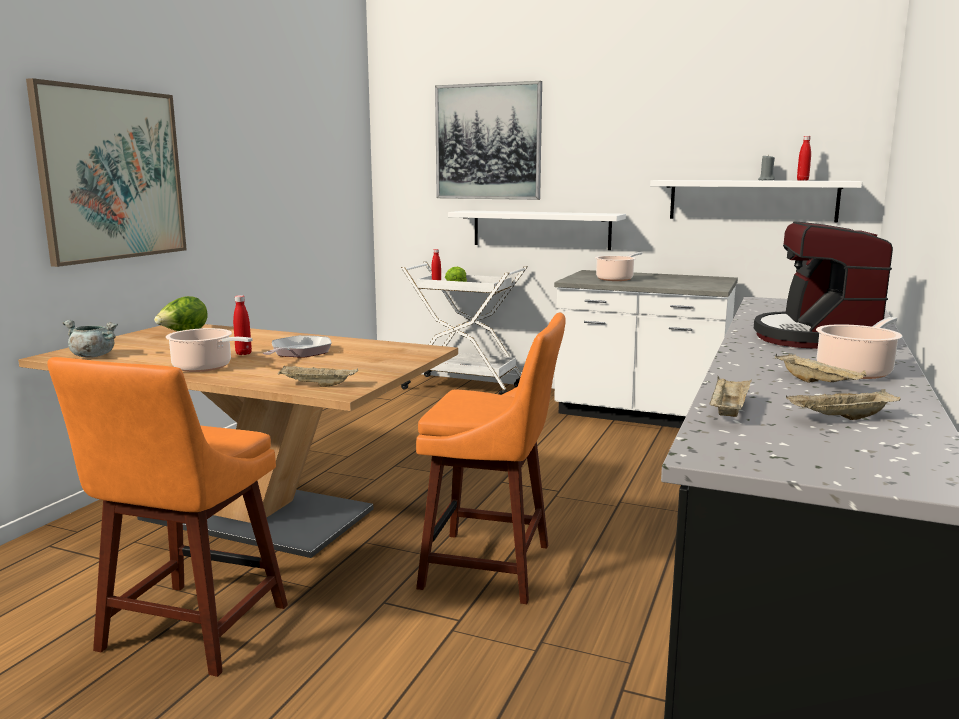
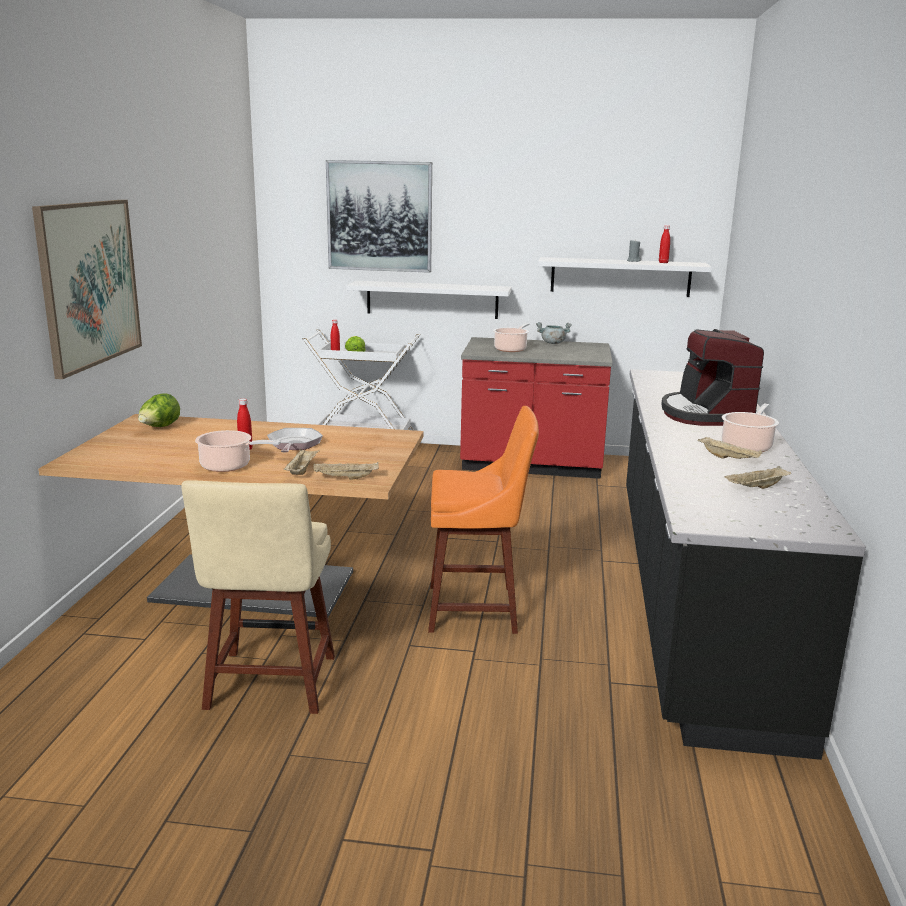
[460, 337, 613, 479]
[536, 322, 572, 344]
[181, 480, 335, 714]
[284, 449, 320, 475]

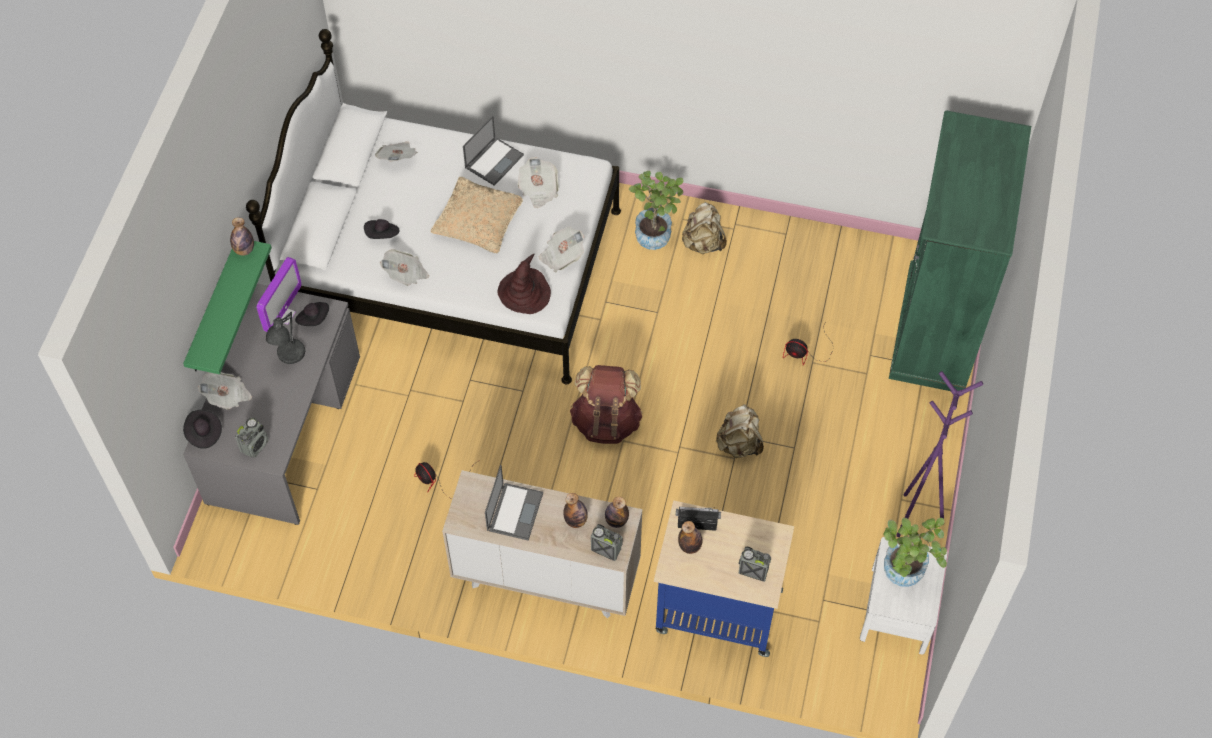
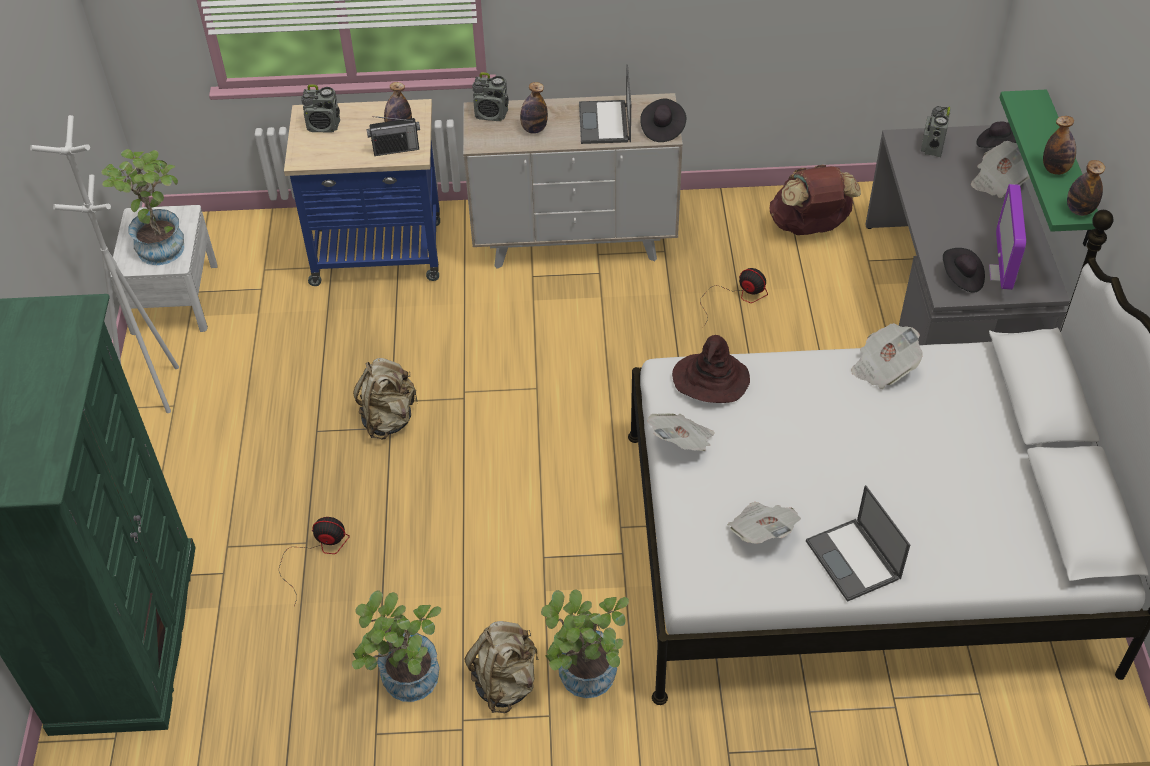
[806, 485, 910, 602]
[375, 141, 418, 162] (first image)
[431, 177, 523, 254] (first image)
[640, 99, 686, 142]
[266, 312, 305, 364] (first image)
[769, 164, 861, 235]
[30, 115, 179, 413]
[1043, 116, 1076, 175]
[352, 591, 441, 702]

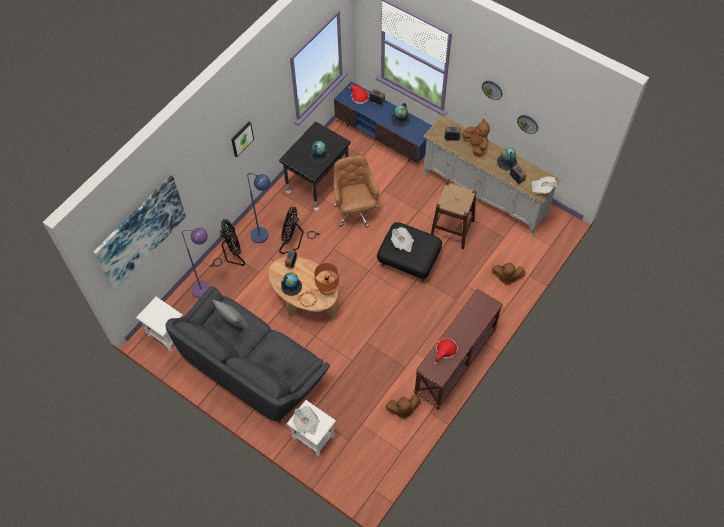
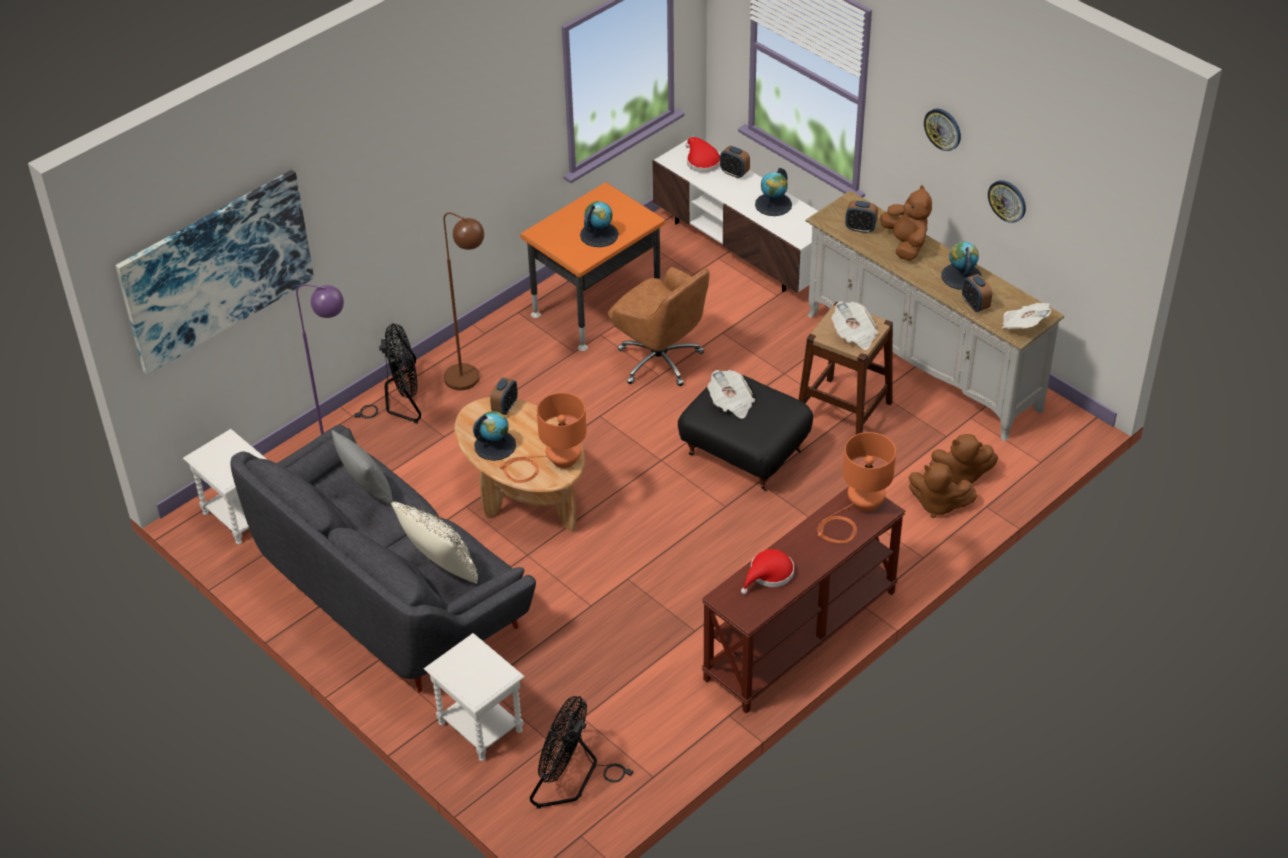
[652, 140, 818, 293]
[231, 122, 254, 157] (first image)
[520, 182, 665, 351]
[608, 267, 709, 386]
[443, 212, 484, 390]
[530, 696, 634, 809]
[930, 434, 998, 485]
[832, 301, 878, 350]
[817, 432, 896, 543]
[391, 502, 478, 583]

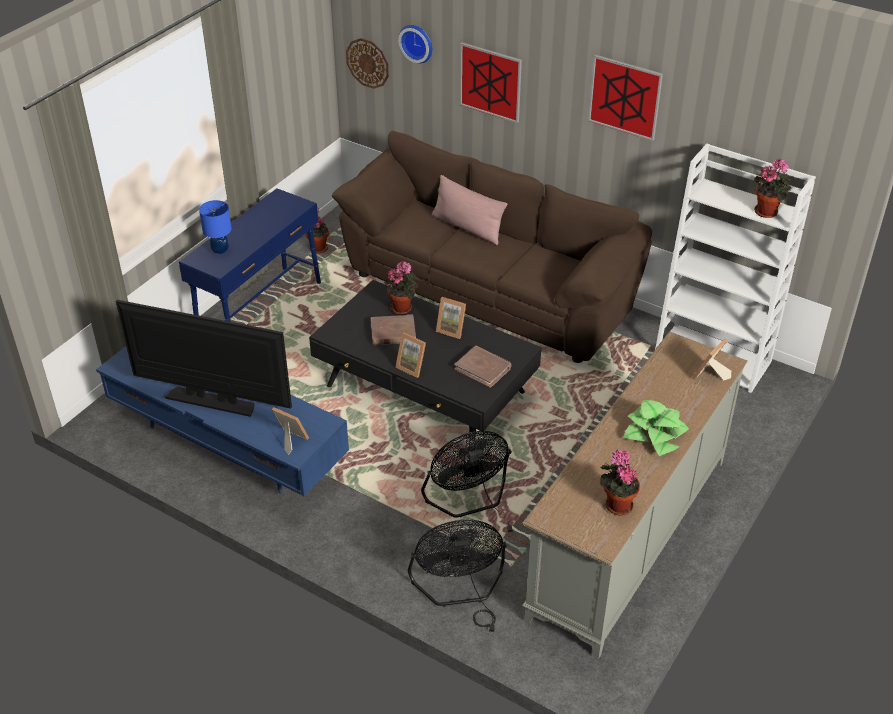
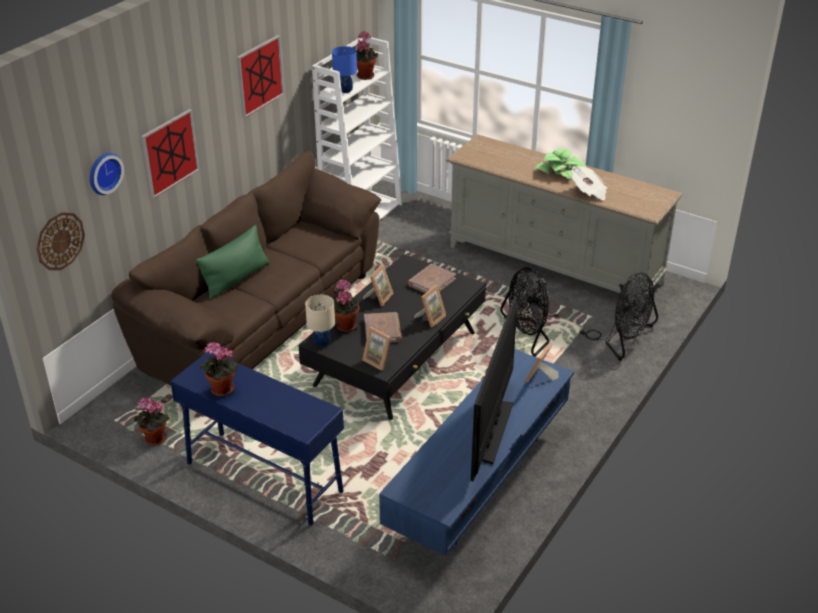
[196, 225, 270, 300]
[332, 46, 357, 93]
[362, 327, 391, 371]
[200, 342, 239, 396]
[580, 273, 658, 361]
[572, 166, 607, 200]
[305, 295, 335, 346]

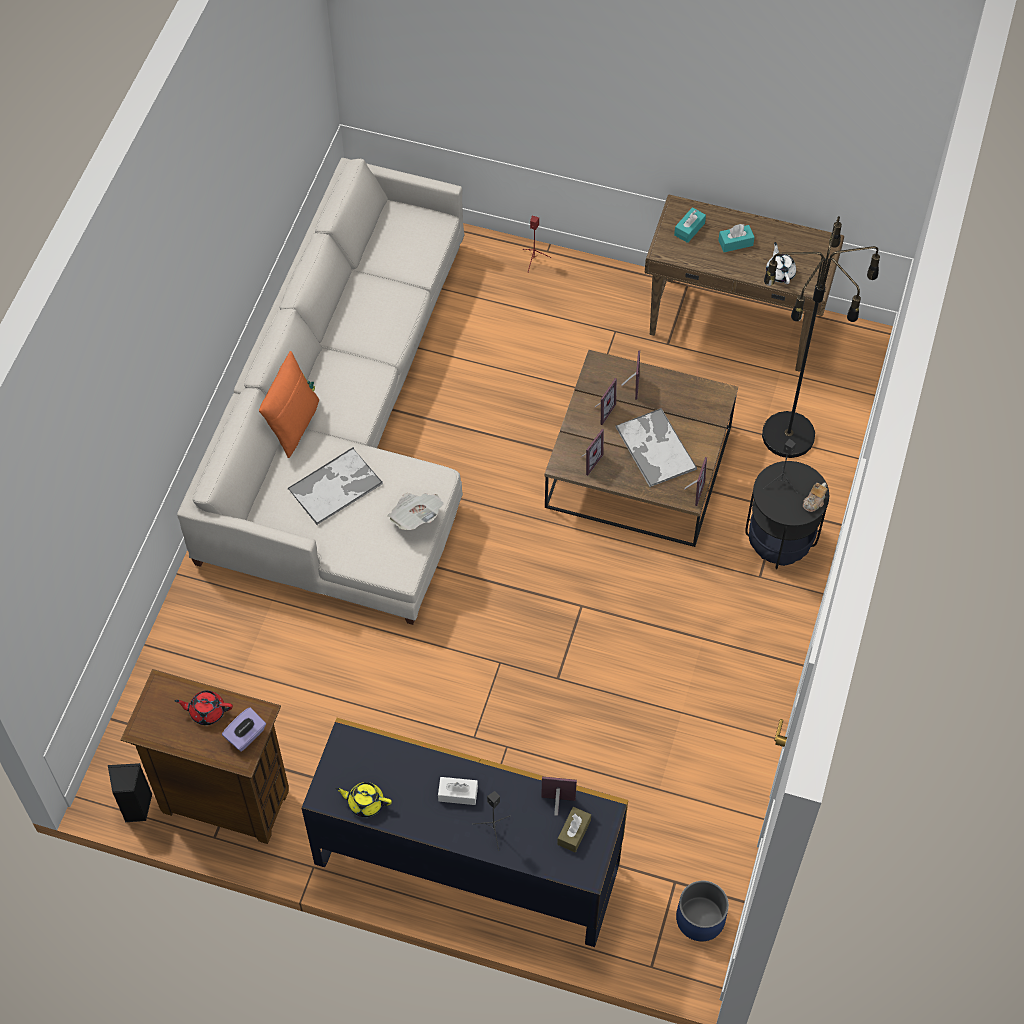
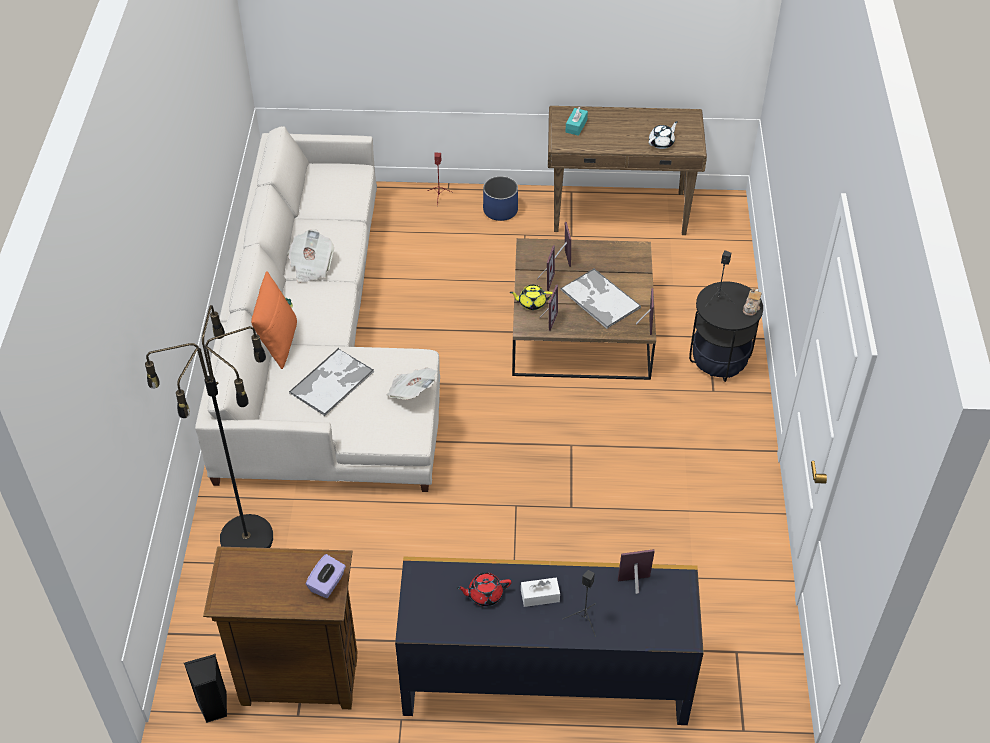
[145, 305, 273, 548]
[718, 224, 755, 252] (first image)
[649, 121, 678, 149]
[456, 572, 511, 606]
[510, 285, 553, 310]
[557, 807, 591, 852] (first image)
[483, 176, 518, 221]
[288, 229, 334, 283]

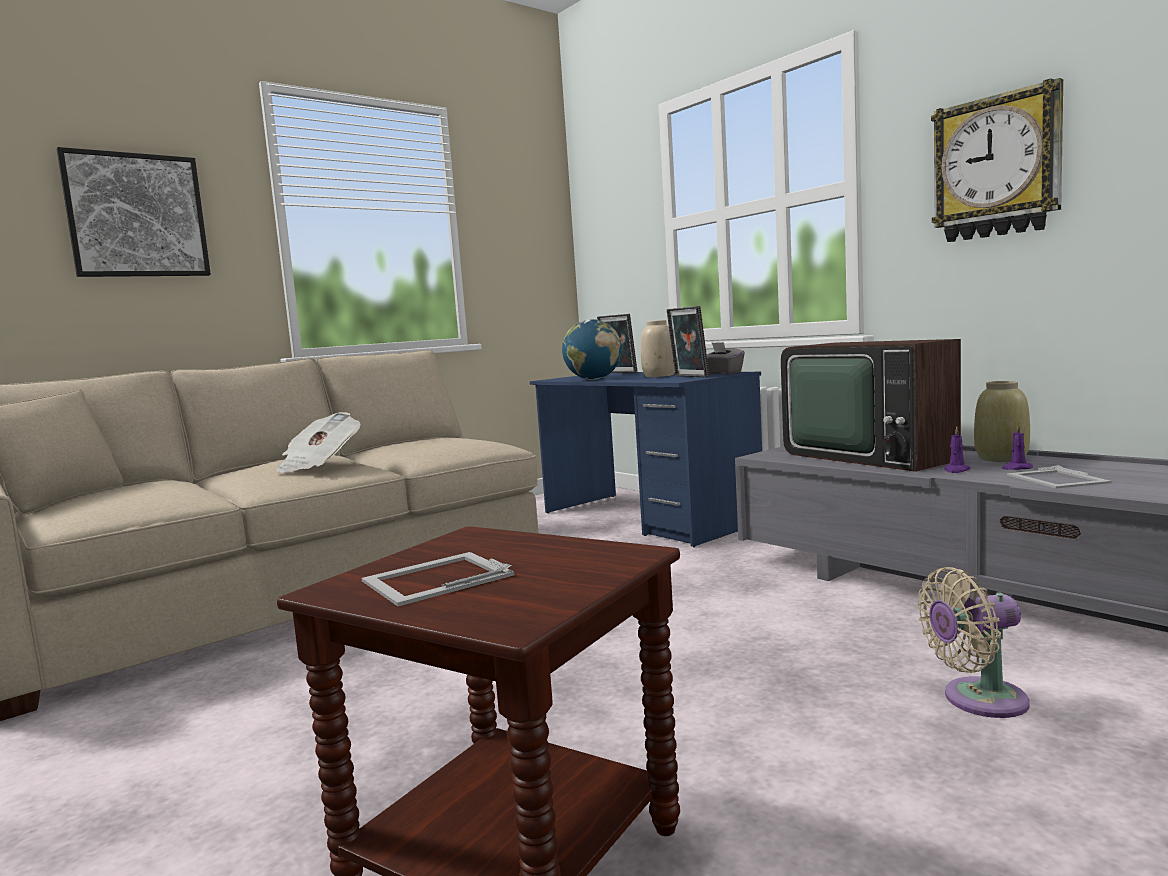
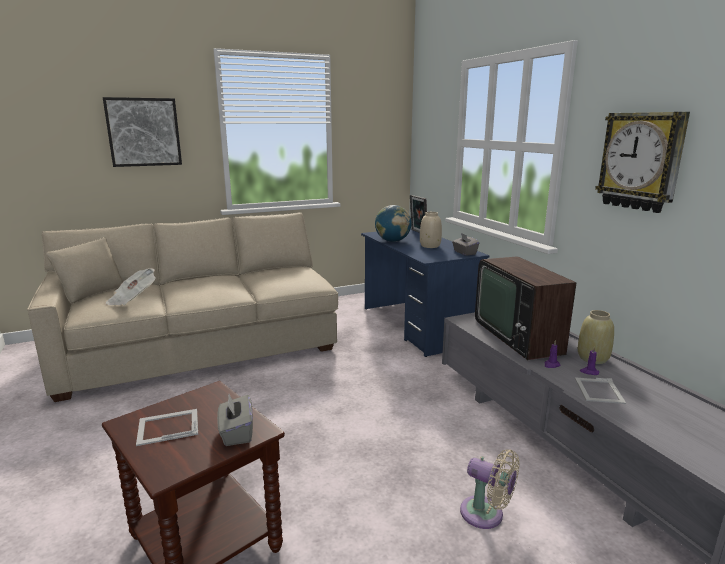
[667, 306, 709, 377] (first image)
[106, 268, 156, 306]
[460, 449, 520, 529]
[217, 394, 253, 446]

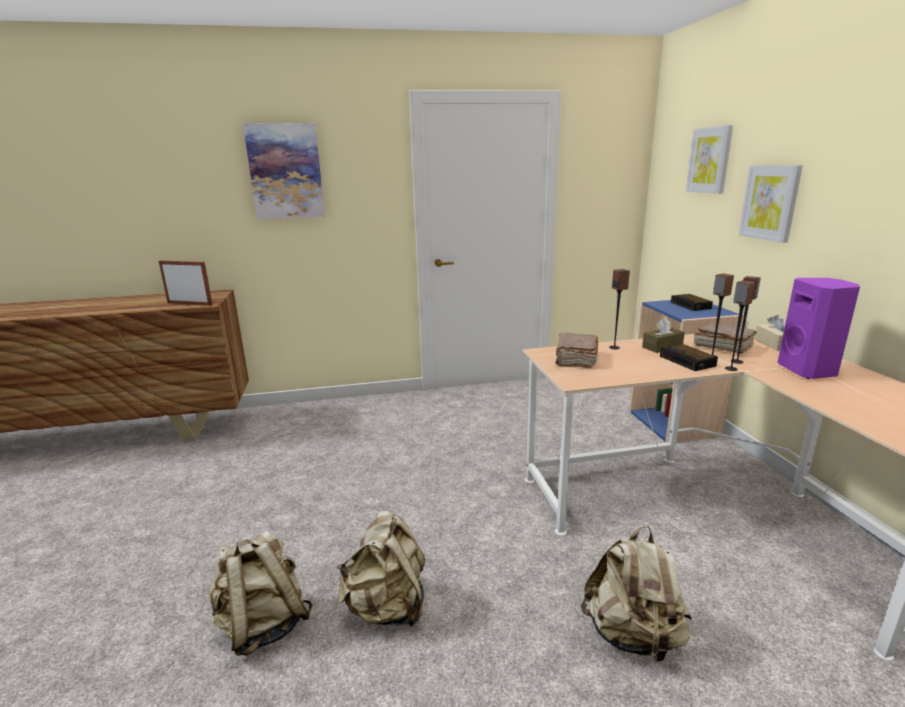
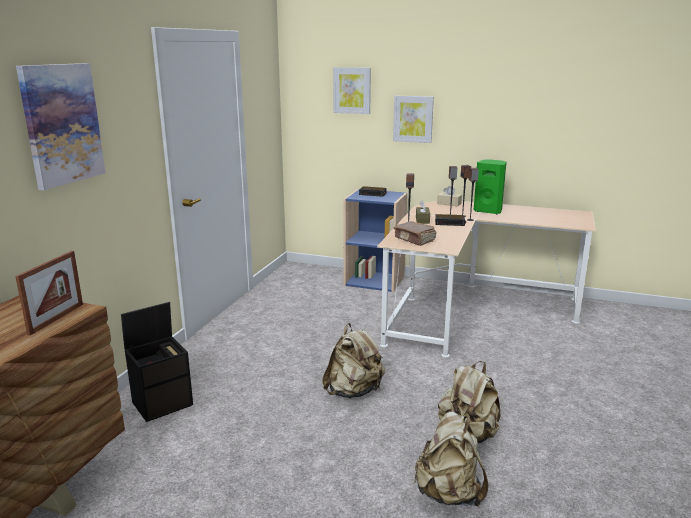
[15, 251, 83, 335]
[474, 160, 506, 214]
[694, 322, 757, 354] (first image)
[322, 323, 385, 398]
[121, 302, 193, 422]

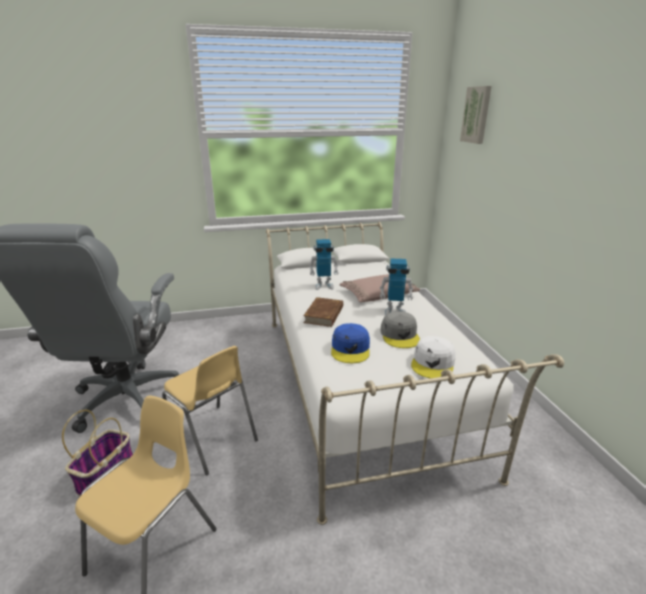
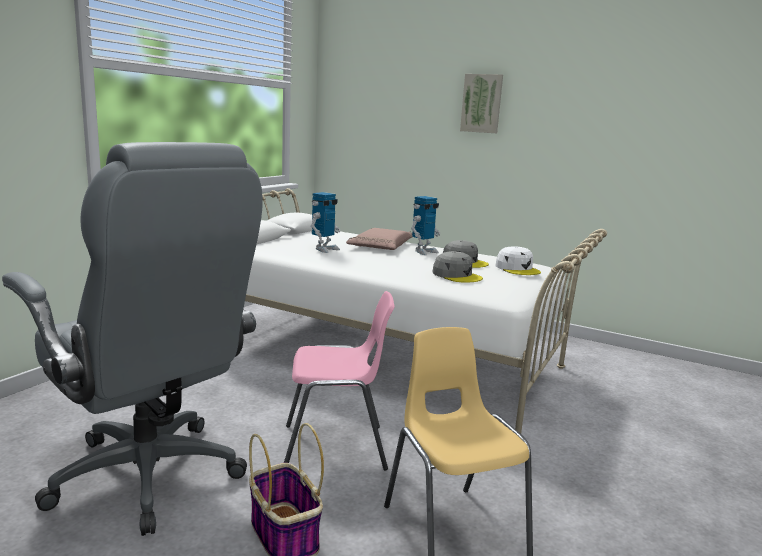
[460, 74, 503, 133]
[304, 297, 343, 327] (first image)
[432, 251, 483, 283]
[284, 291, 395, 470]

